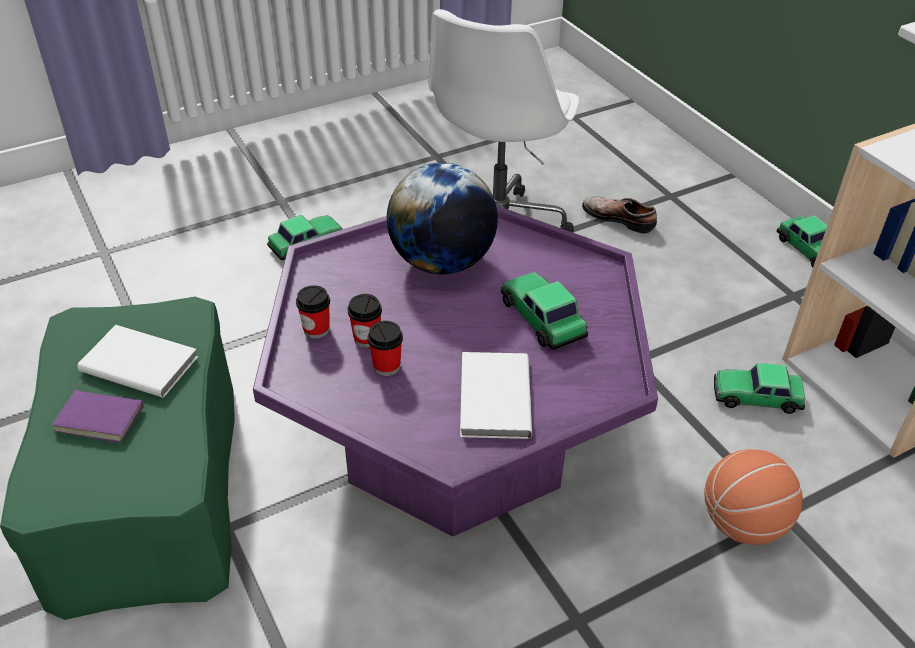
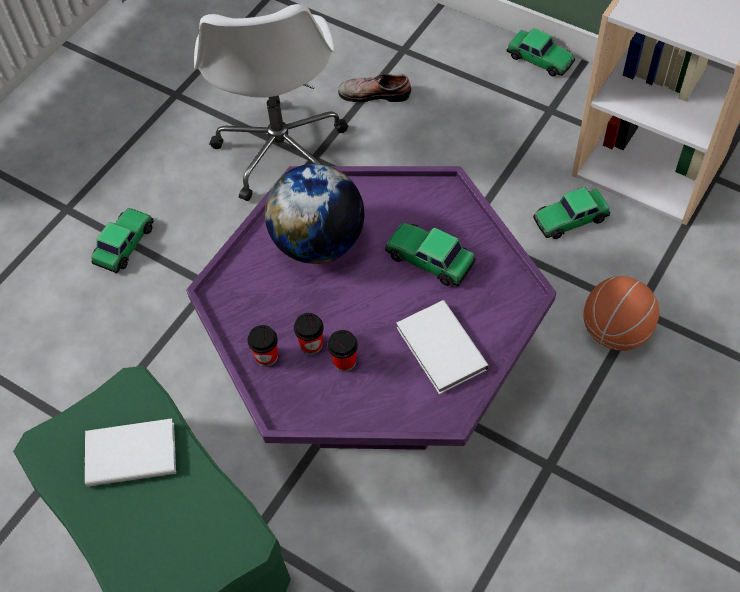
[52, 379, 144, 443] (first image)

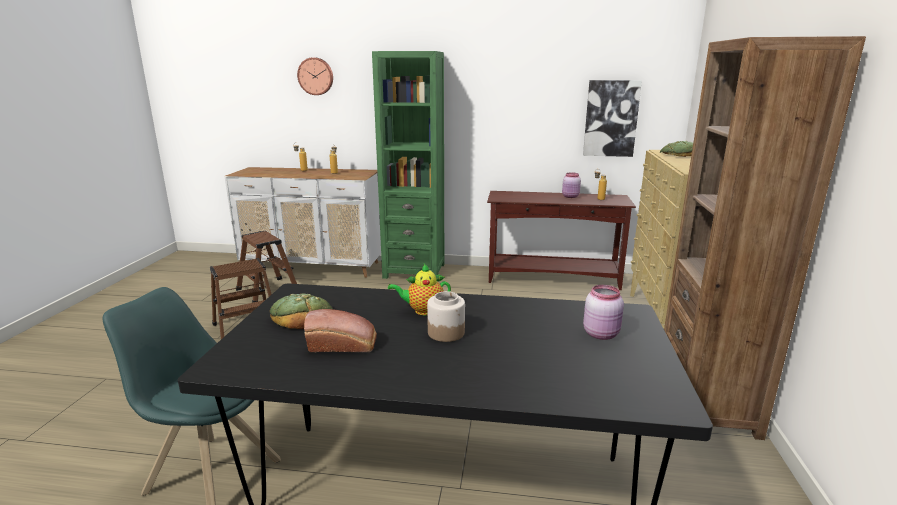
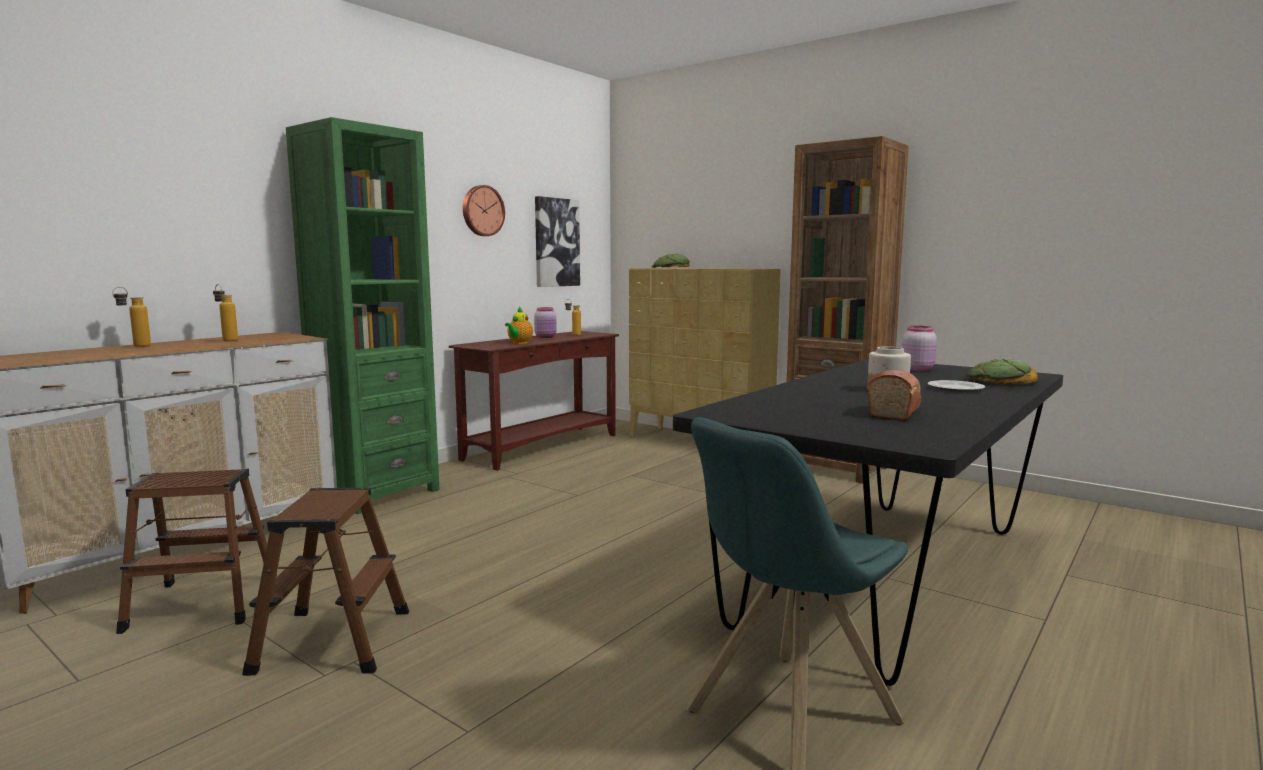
[463, 185, 505, 236]
[505, 307, 533, 344]
[966, 358, 1038, 385]
[928, 380, 985, 392]

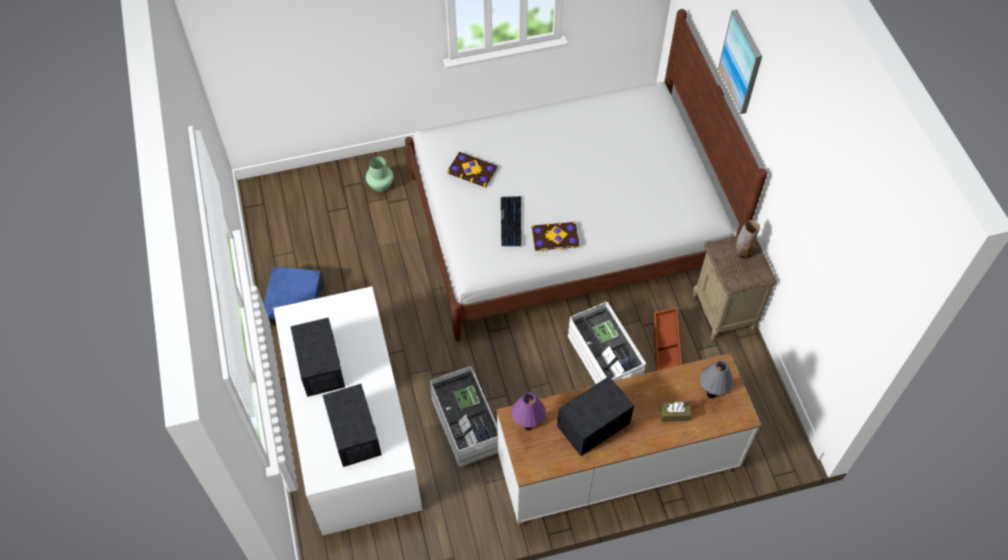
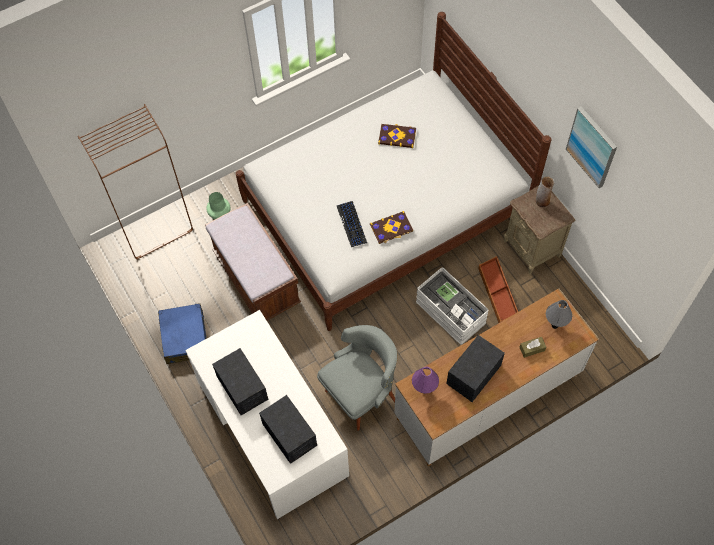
[566, 107, 617, 188]
[378, 124, 416, 148]
[317, 325, 397, 431]
[78, 104, 193, 259]
[205, 203, 301, 320]

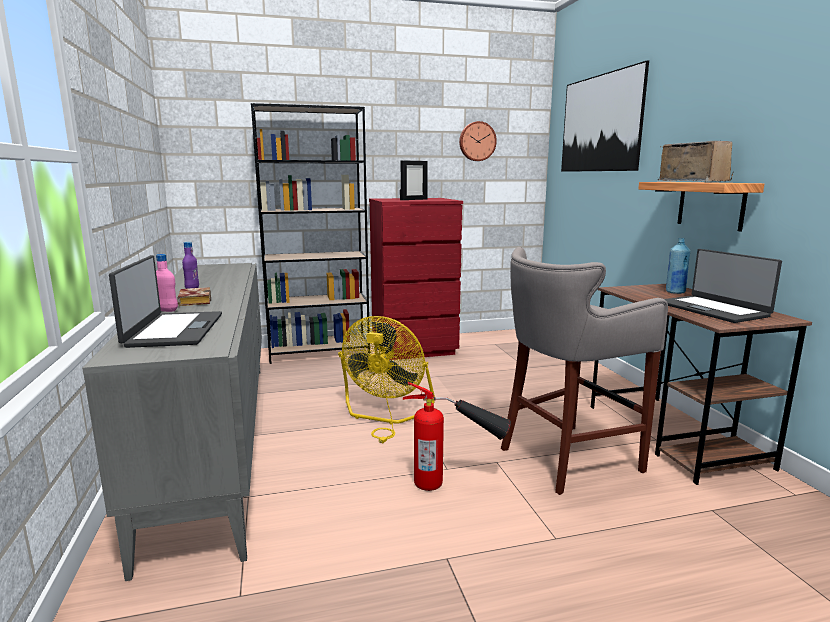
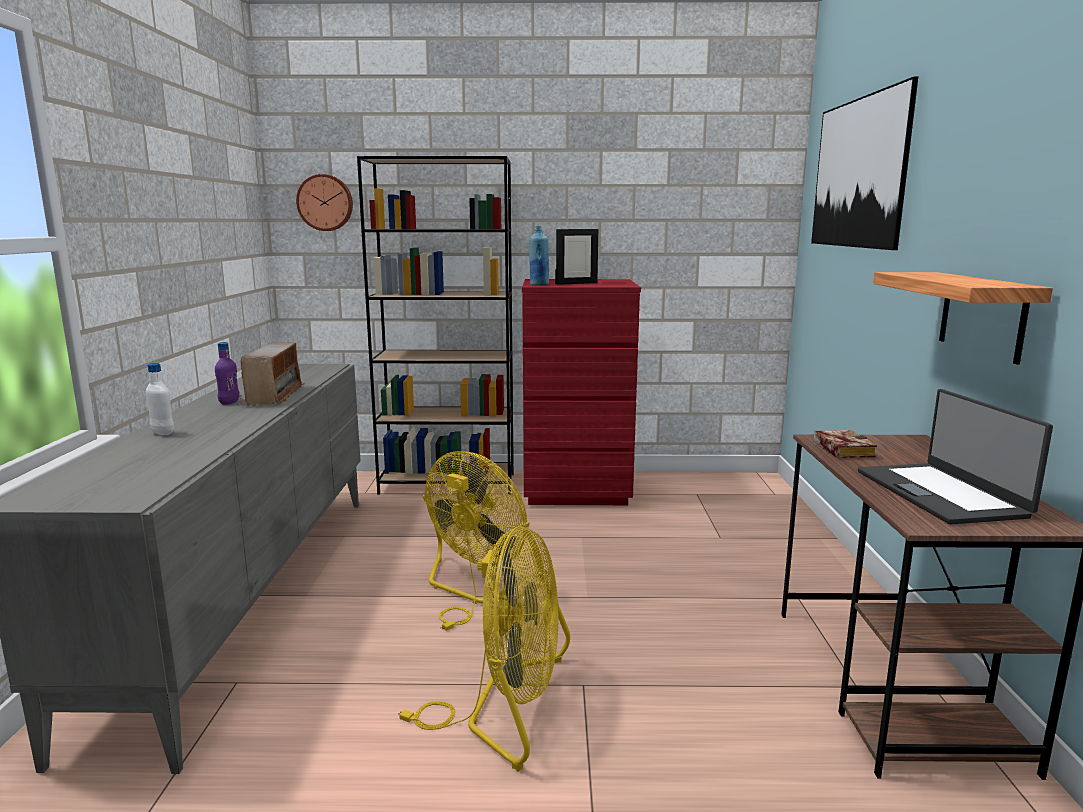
[296, 174, 353, 231]
[239, 342, 305, 406]
[529, 226, 549, 286]
[501, 247, 668, 495] (first image)
[146, 363, 174, 435]
[109, 255, 222, 348] (first image)
[813, 430, 877, 458]
[398, 526, 570, 772]

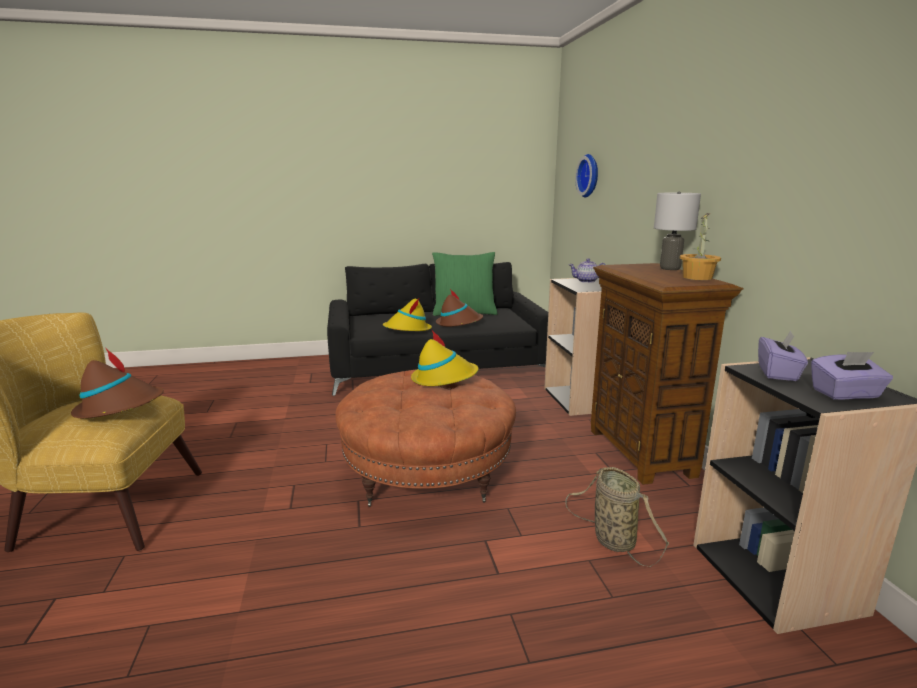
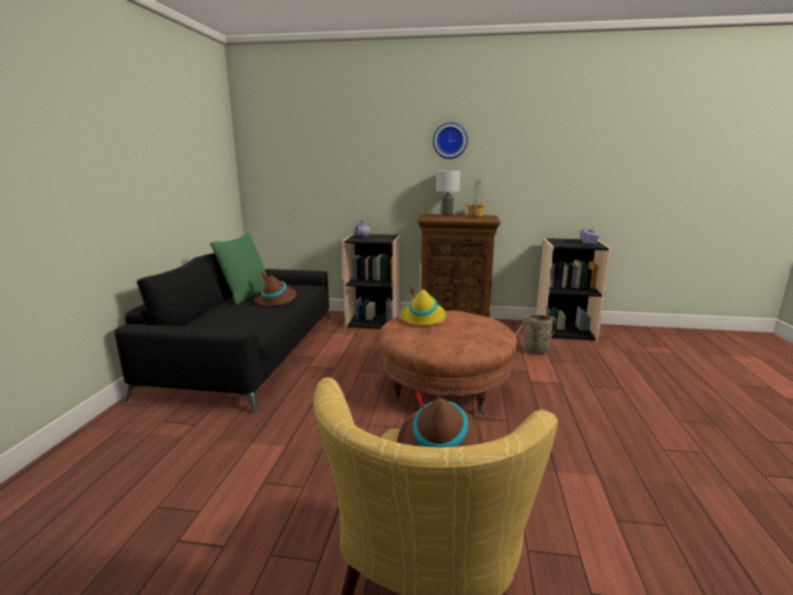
[433, 122, 468, 159]
[383, 297, 432, 331] (first image)
[758, 331, 808, 381] (first image)

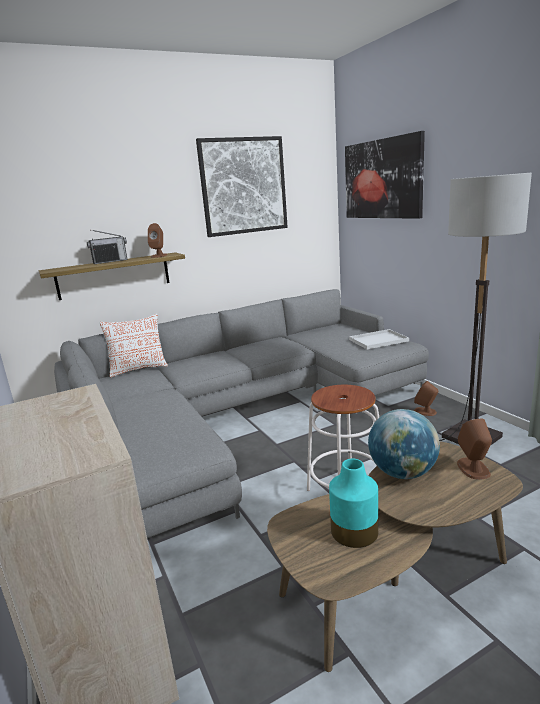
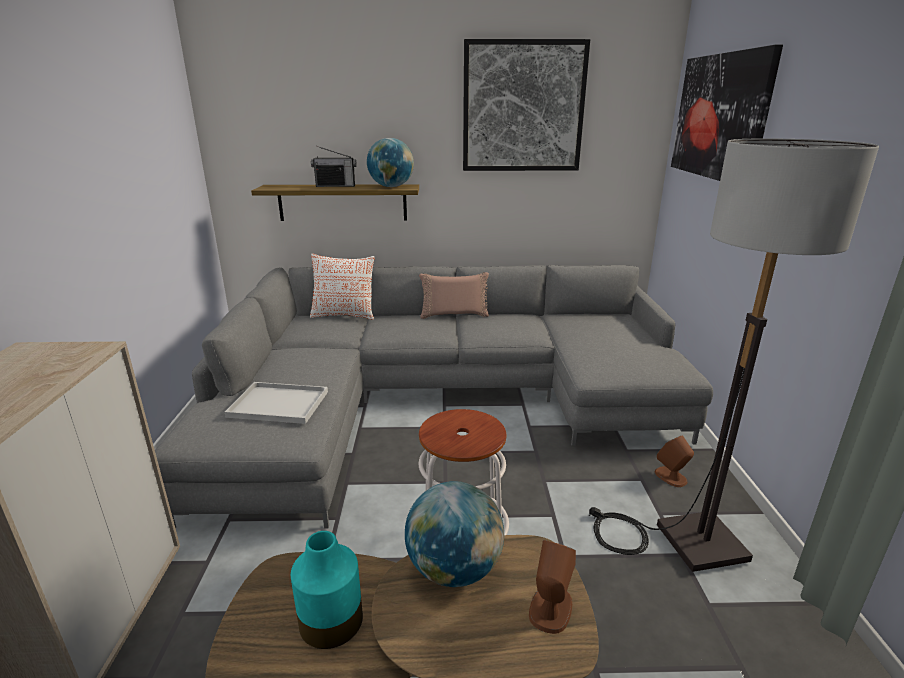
[367, 138, 414, 187]
[225, 382, 328, 424]
[419, 272, 489, 319]

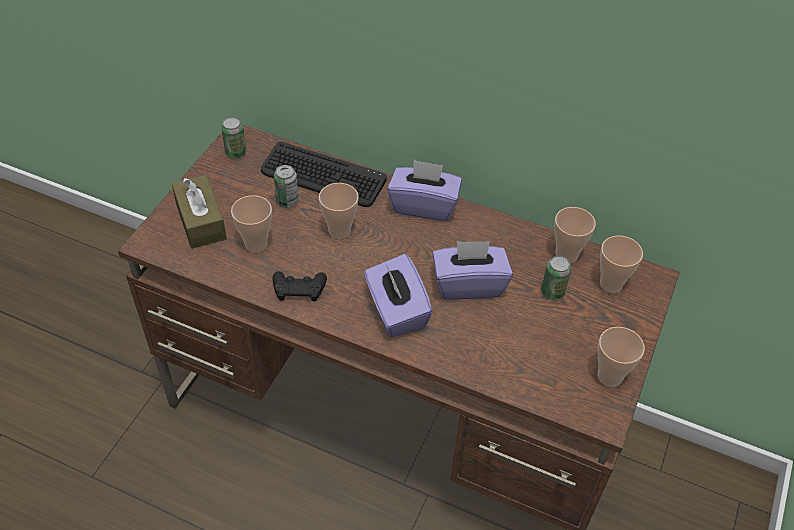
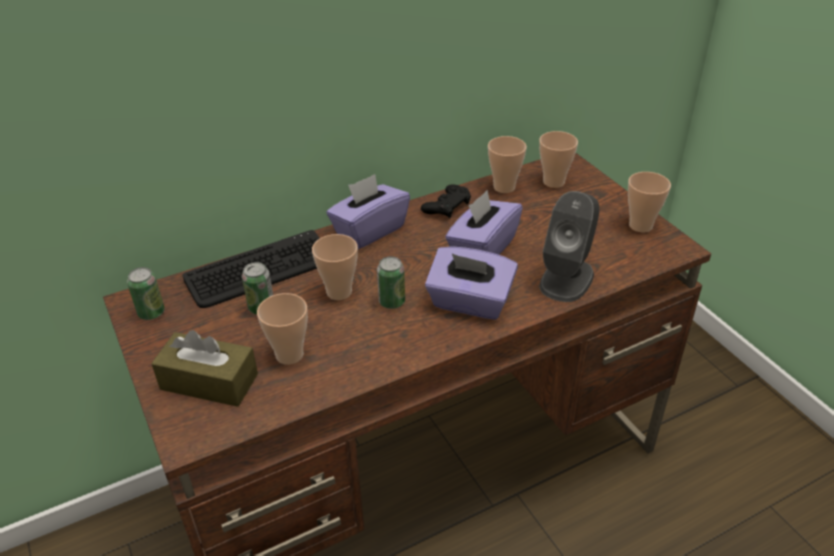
[377, 256, 405, 309]
[421, 184, 471, 218]
[539, 191, 600, 302]

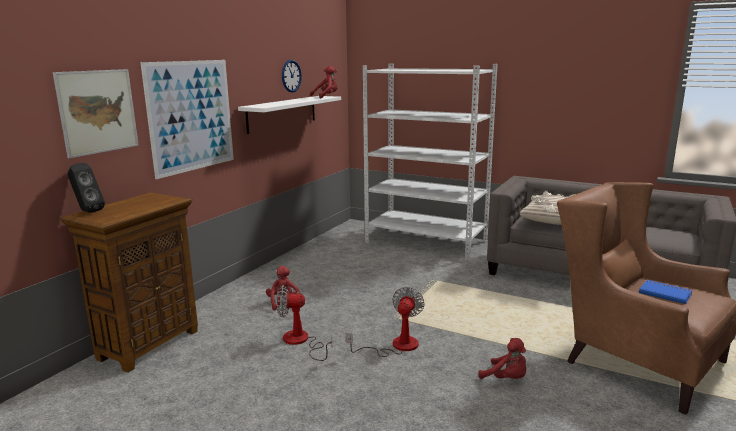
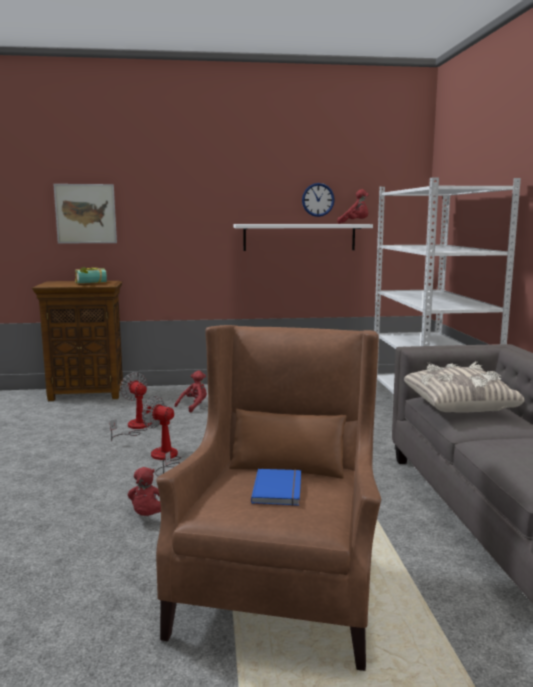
[140, 60, 234, 179] (first image)
[67, 163, 105, 213] (first image)
[142, 395, 181, 477]
[75, 267, 107, 284]

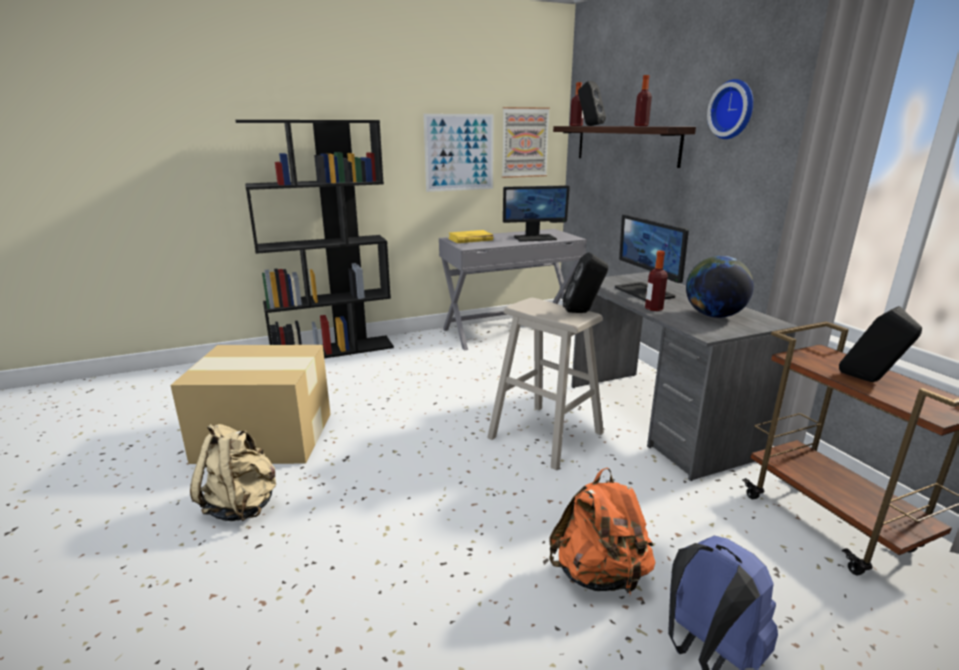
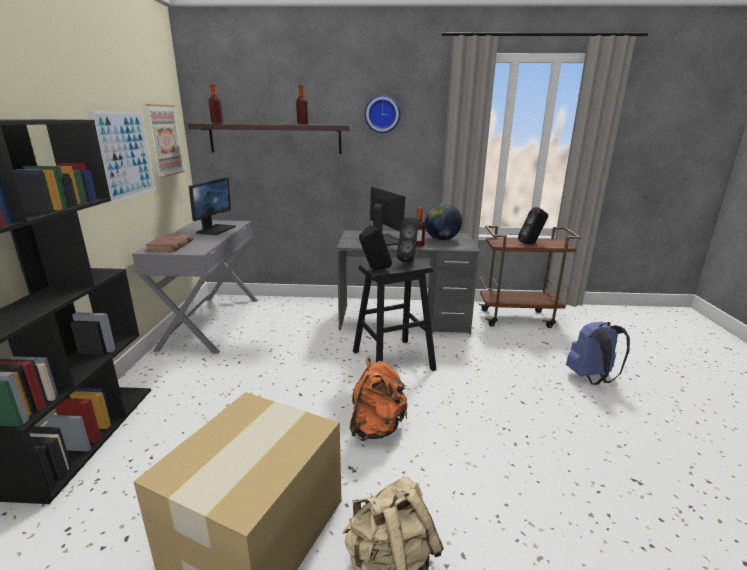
[359, 224, 392, 270]
[370, 187, 405, 246]
[145, 234, 193, 252]
[353, 258, 437, 371]
[350, 358, 408, 441]

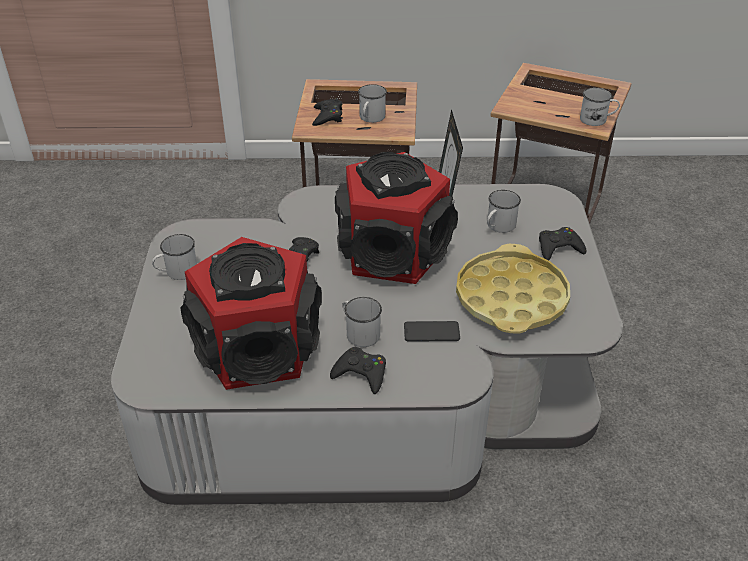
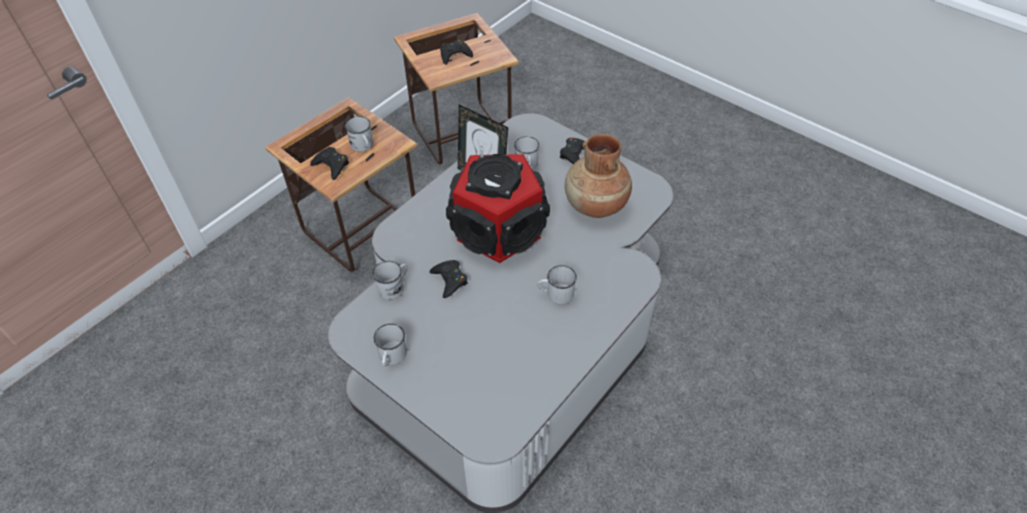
[372, 261, 408, 300]
[180, 237, 322, 390] (first image)
[565, 134, 632, 218]
[404, 321, 460, 342] (first image)
[440, 40, 473, 65]

